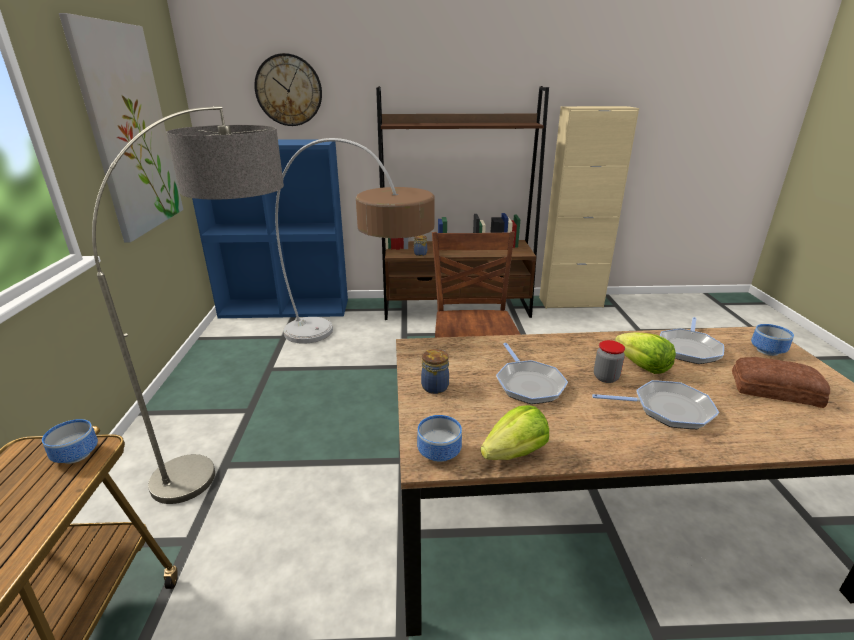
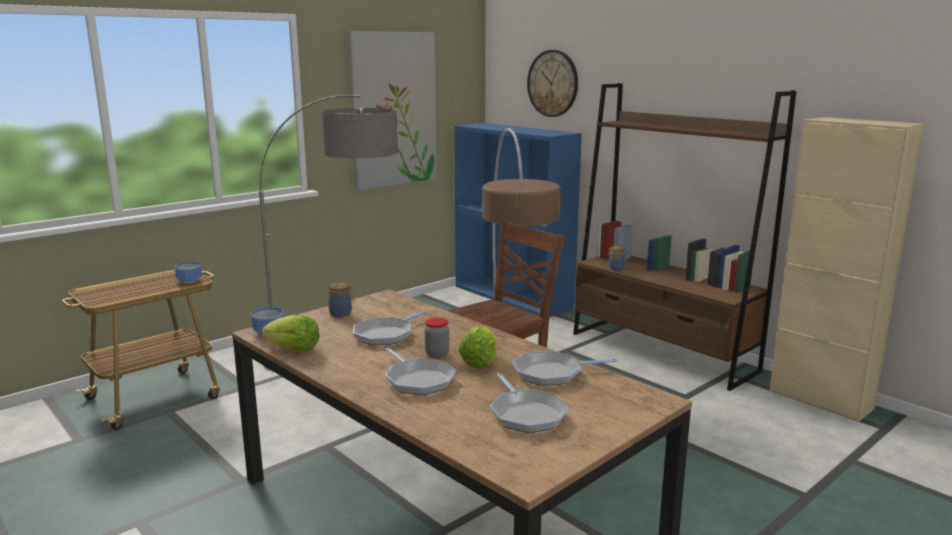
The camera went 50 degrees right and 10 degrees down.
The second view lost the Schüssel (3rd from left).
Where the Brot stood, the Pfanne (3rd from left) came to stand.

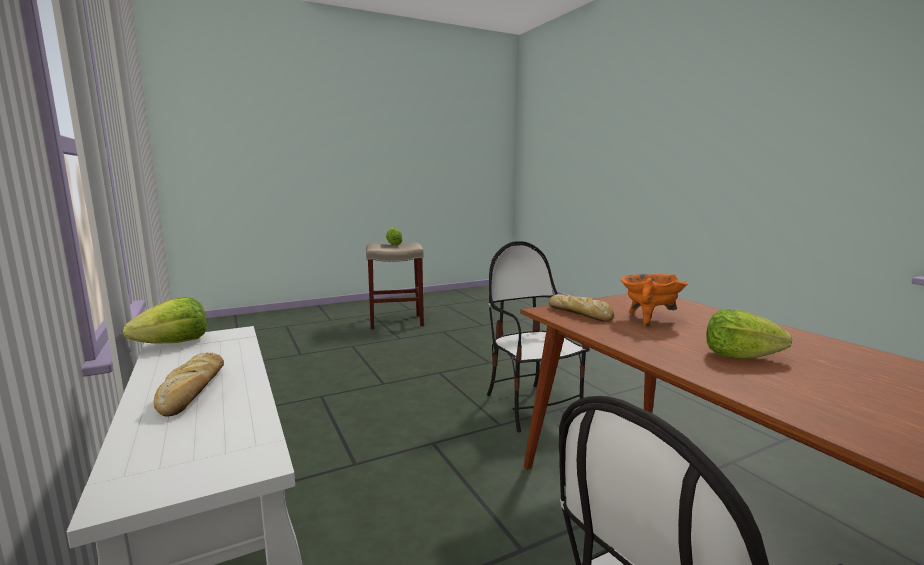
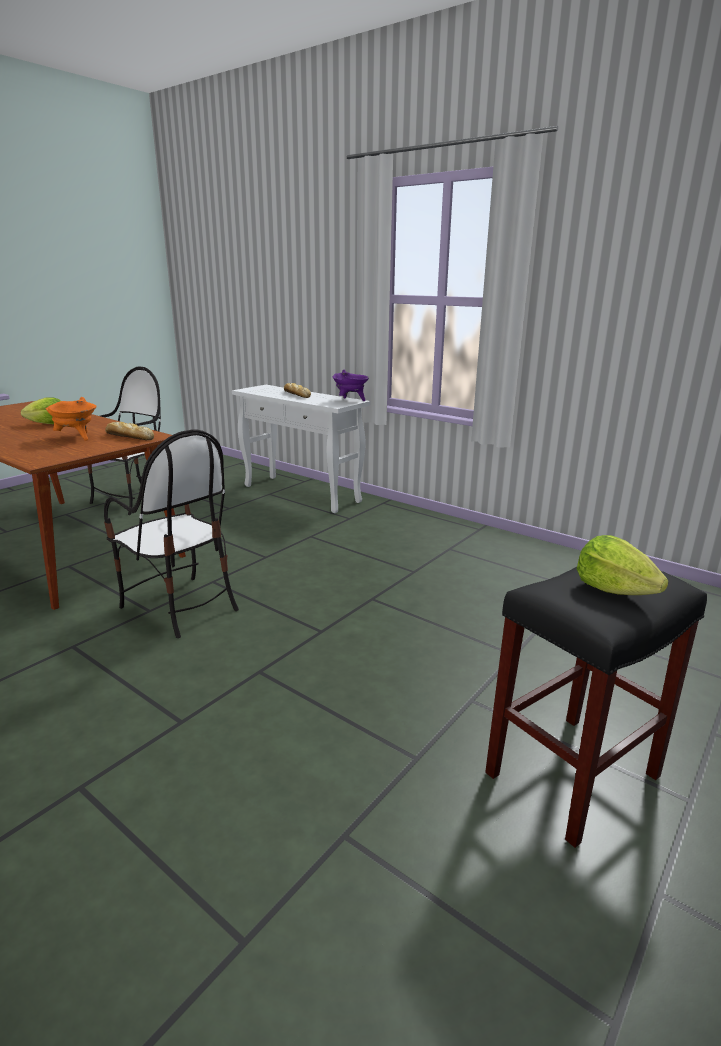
The camera went 155 degrees right and 10 degrees up.
Where the Salatkopf (1st from left) stood, the Kochtopf (lila) came to stand.
What was the Hocker (beige) turned into the Hocker (schwarz).

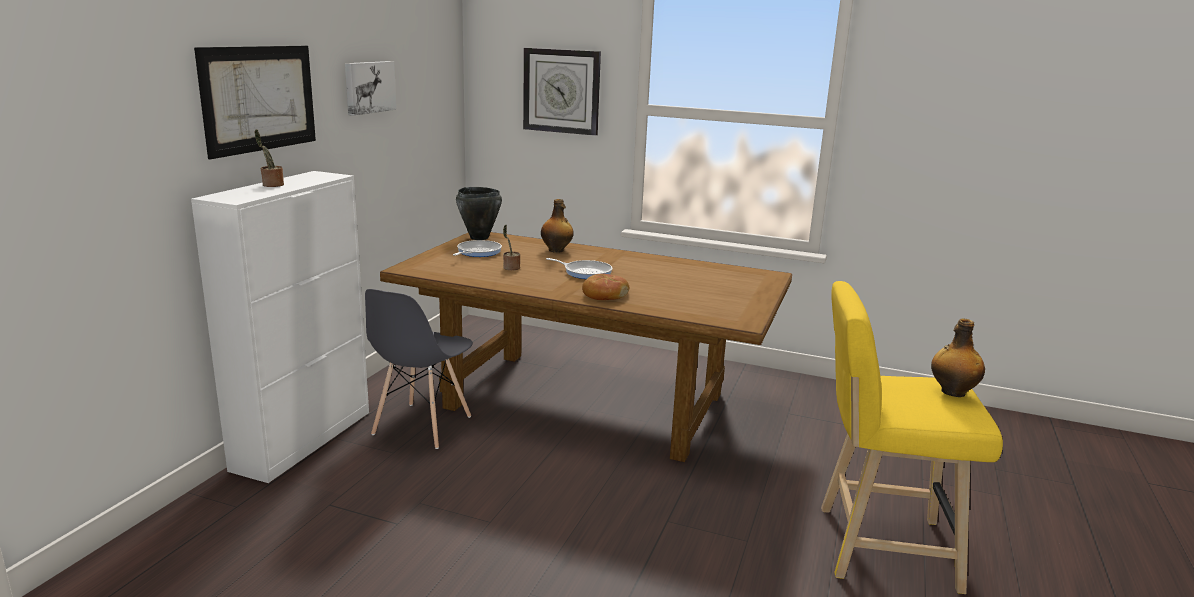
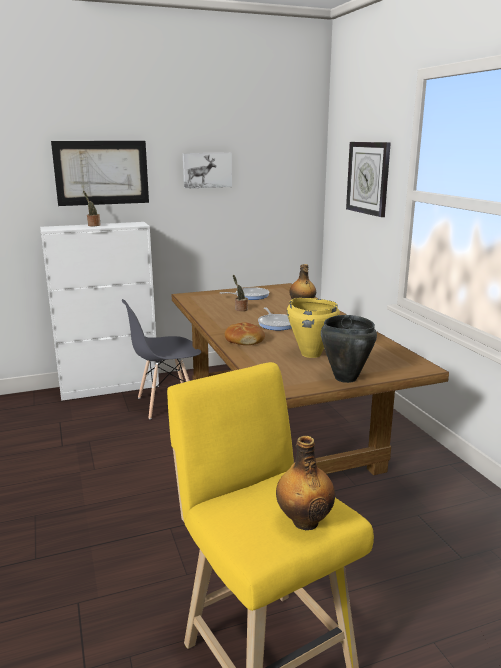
The camera went 50 degrees right and 0 degrees up.
The second view gained the Kochtopf (gelb).
The Kochtopf (schwarz) ended up elsewhere.

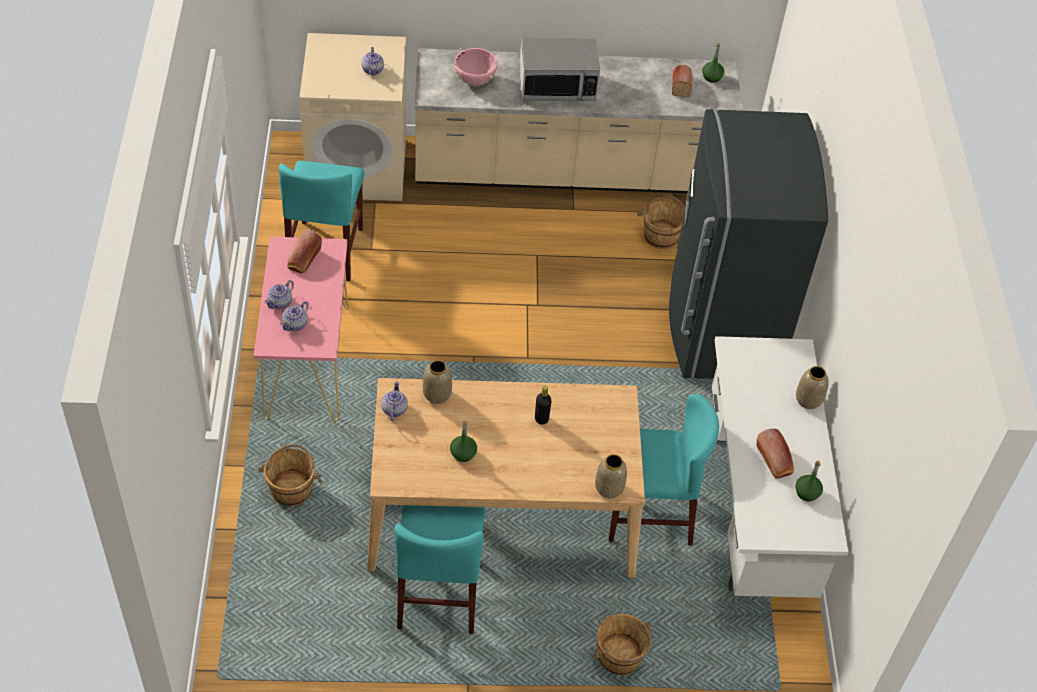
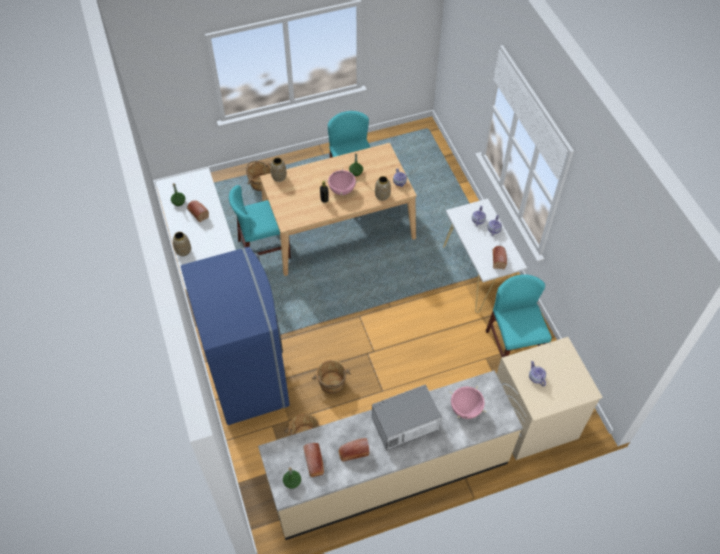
The camera went 165 degrees right and 5 degrees up.
The second view gained the Kochtopf (rosa) (1st from left).
The second view gained the Brot (3rd from left).
The Eimer (braun) (1st from left in the first image) ended up elsewhere.
What was the Konsolentisch (rosa) turned into the Konsolentisch (weiß).
What was the Kühlschrank (grau) turned into the Kühlschrank (blau).

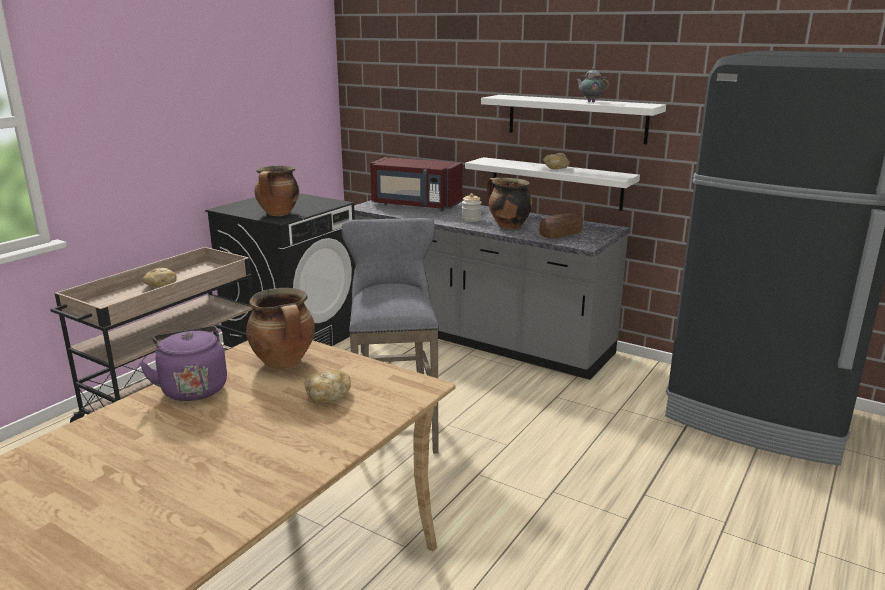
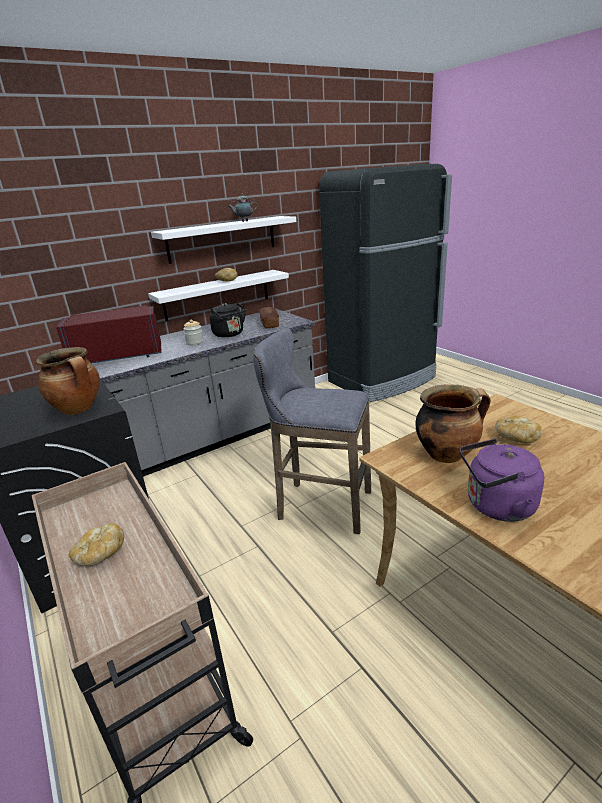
The camera went 65 degrees left and 5 degrees up.
Where the Kochtopf (3rd from left) stood, the Wasserkessel (schwarz) came to stand.
The Mikrowelle (rot) ended up facing another way, 150 degrees counterclockwise from before.

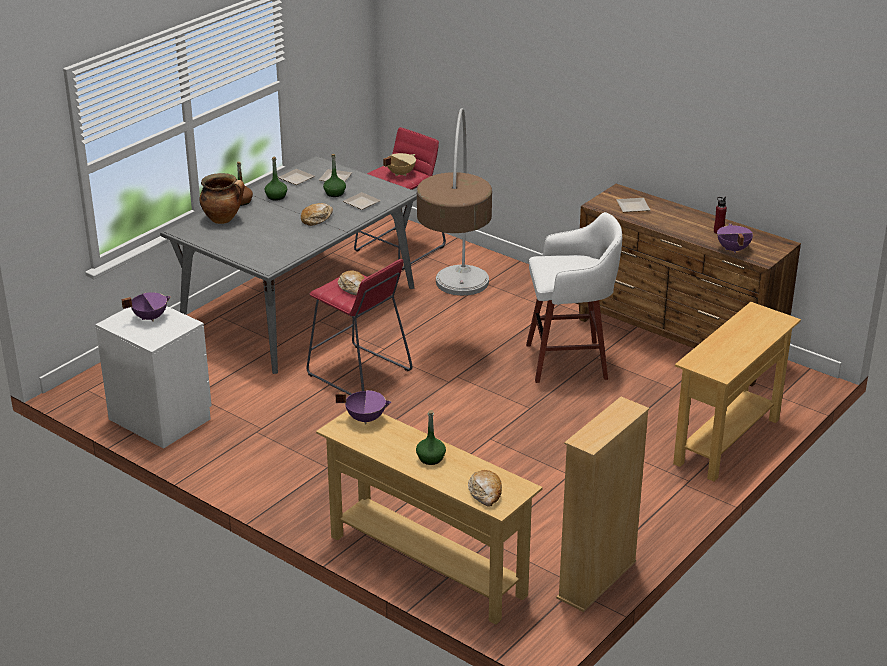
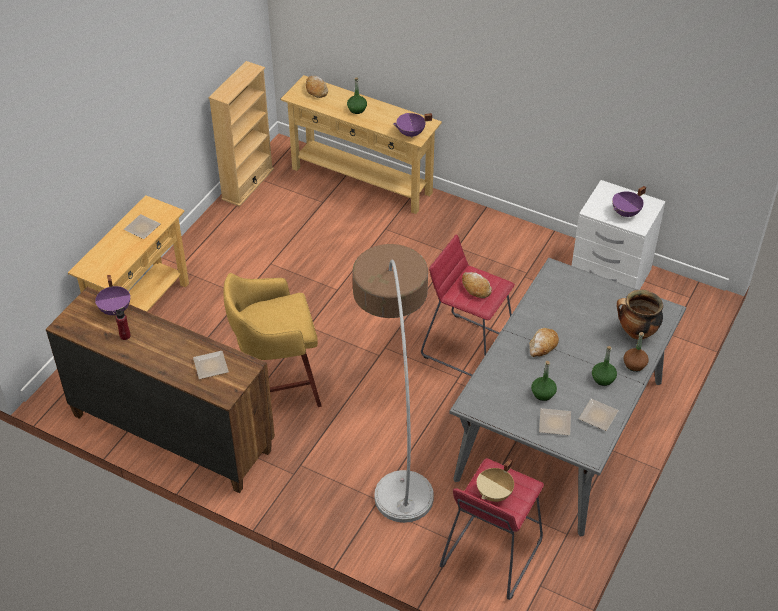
The camera went 170 degrees right and 15 degrees up.
The Teller (3rd from left in the first image) ended up elsewhere.
What was the Hocker (weiß) turned into the Hocker (gelb).

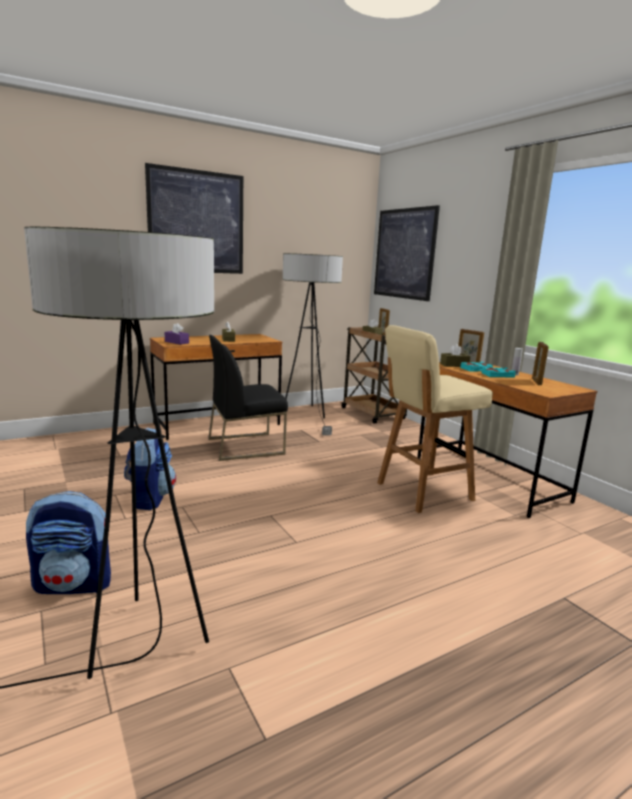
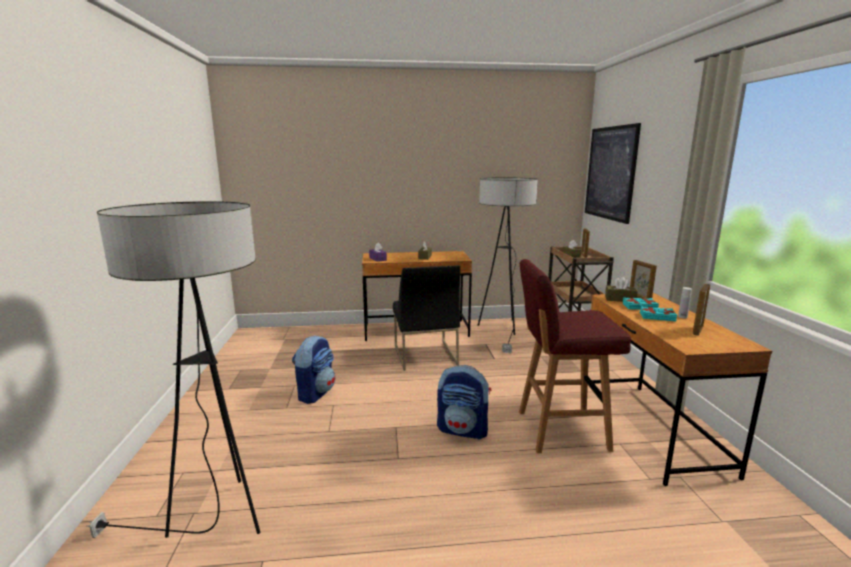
The camera went 25 degrees right and 0 degrees up.
The second view lost the Bild (1st from left).
The Rucksack (1st from left in the first image) ended up elsewhere.
What was the Hocker (beige) turned into the Hocker (rot).
The Stuhl (schwarz) ended up facing another way, 105 degrees counterclockwise from before.

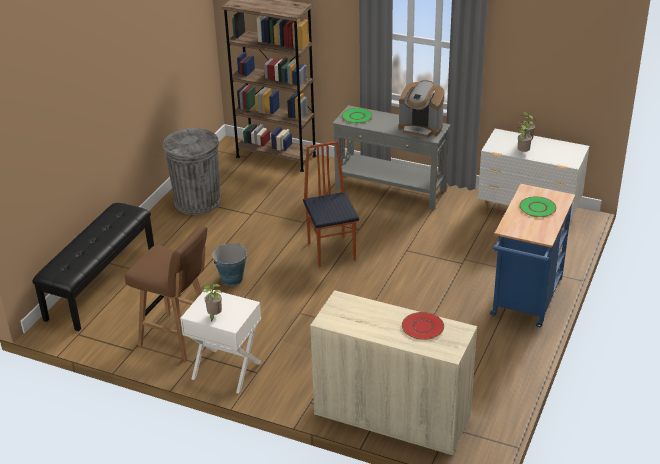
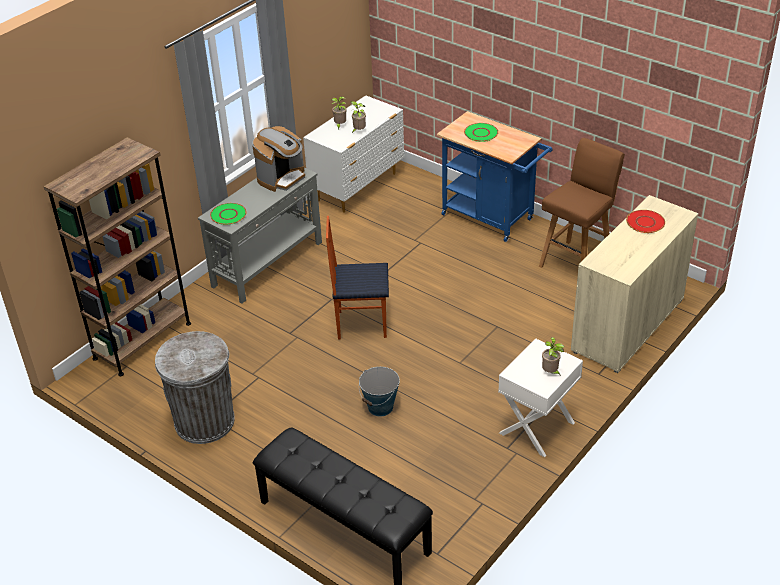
The camera went 75 degrees left and 5 degrees up.
The Hocker (braun) ended up elsewhere.

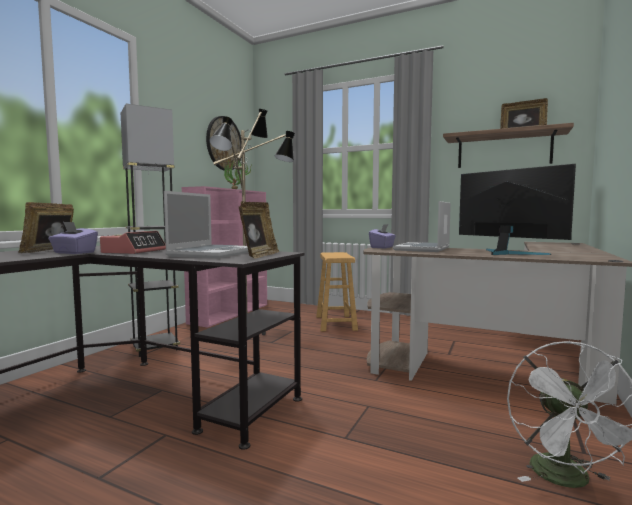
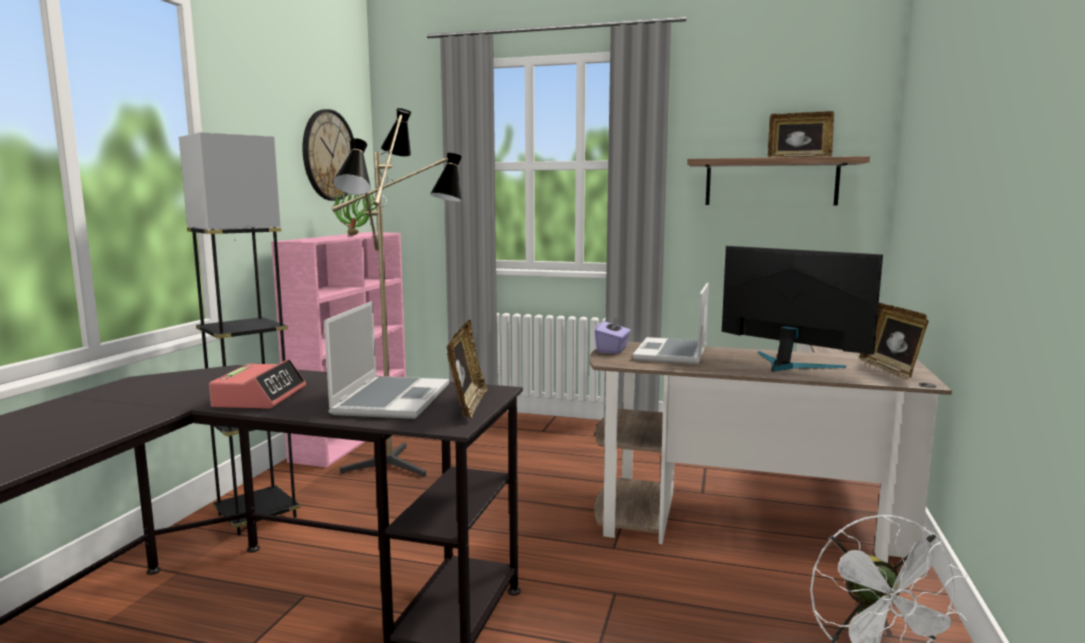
The camera went 10 degrees left and 5 degrees up.
The second view lost the Taschentuchbox (lila) (1st from left).
The second view lost the Hocker (braun).
The Bilderrahmen (1st from left in the first image) ended up elsewhere.

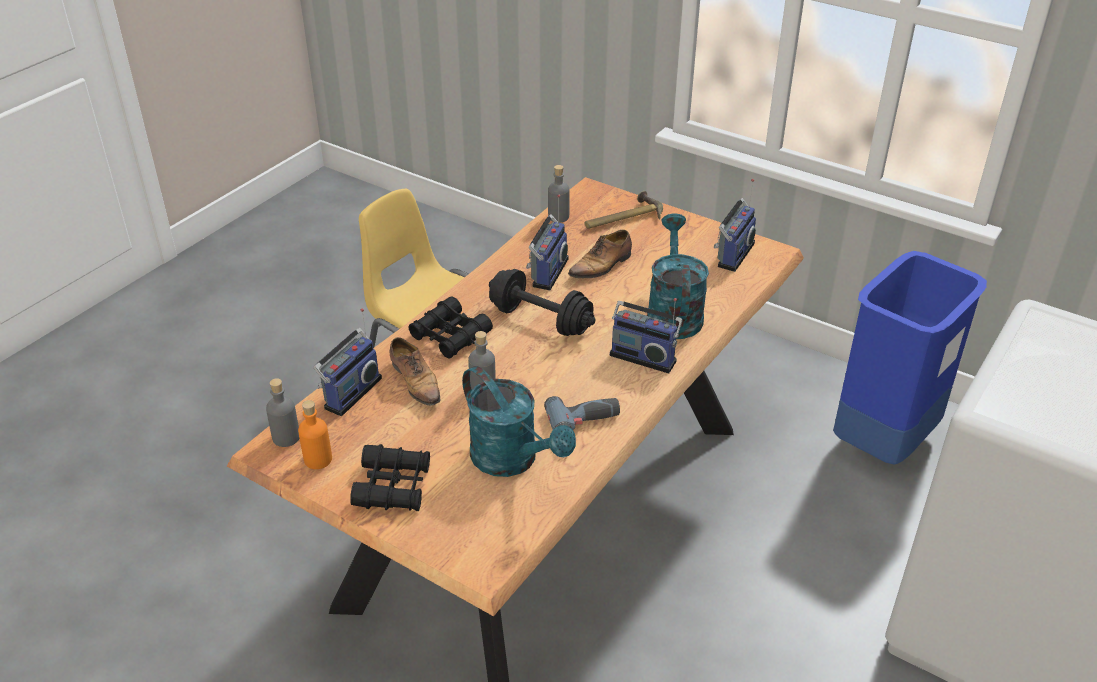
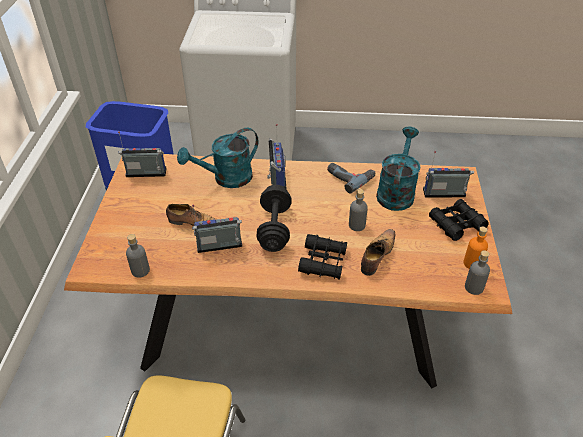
The camera went 120 degrees left and 5 degrees up.
The second view lost the Hammer.
The Radio (1st from left in the first image) ended up elsewhere.

